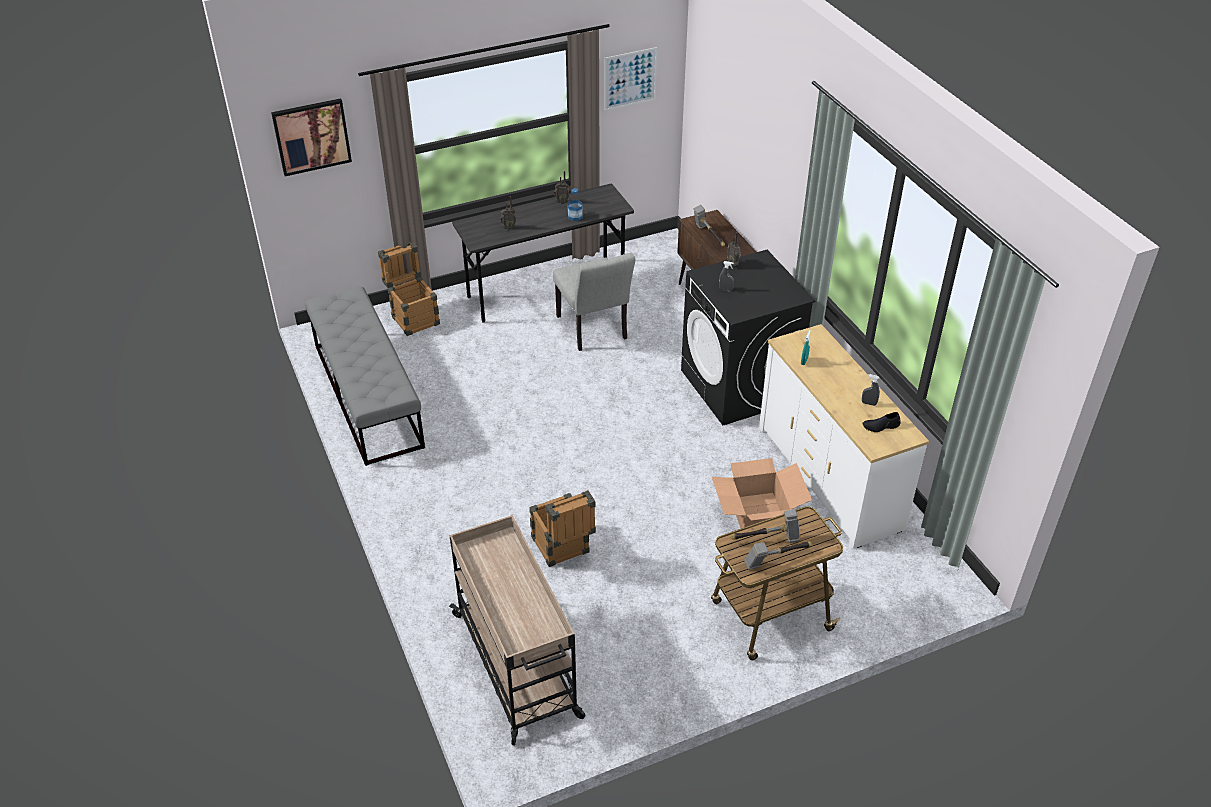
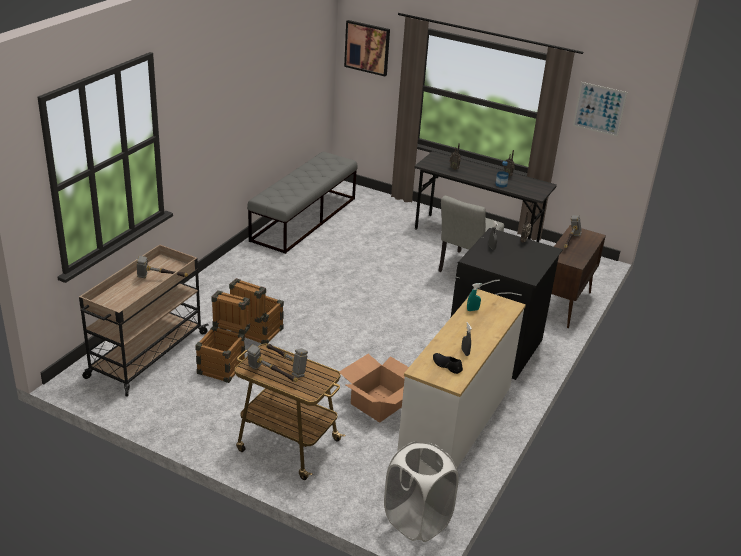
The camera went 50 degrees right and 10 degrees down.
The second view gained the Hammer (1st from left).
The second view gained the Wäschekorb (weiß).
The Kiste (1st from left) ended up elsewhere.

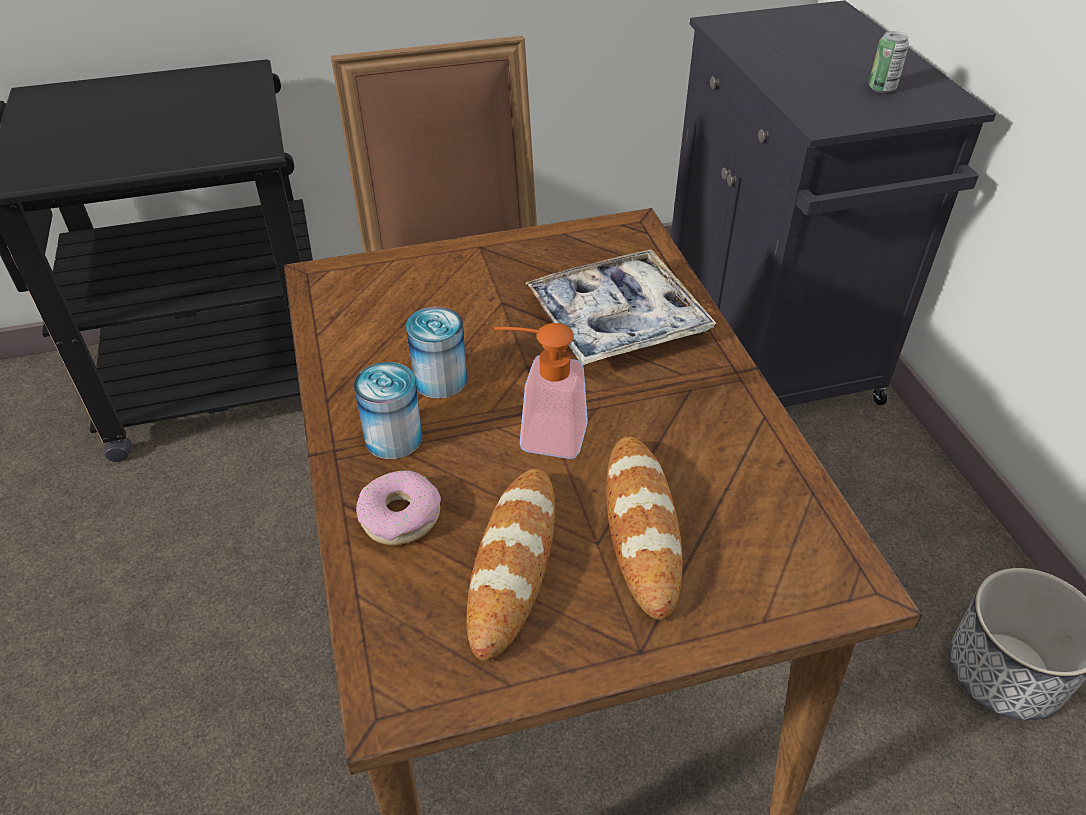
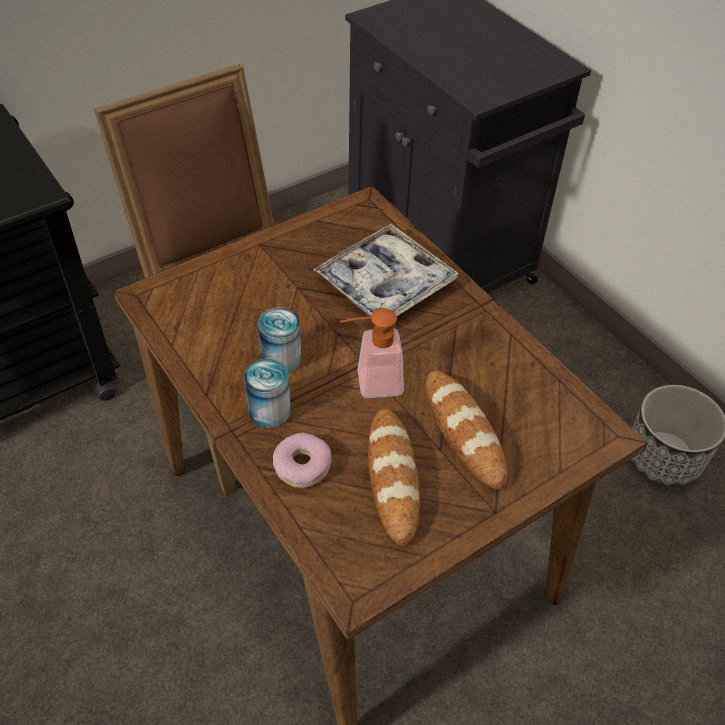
The camera went 20 degrees left and 5 degrees up.
The second view lost the Dose (3rd from left).

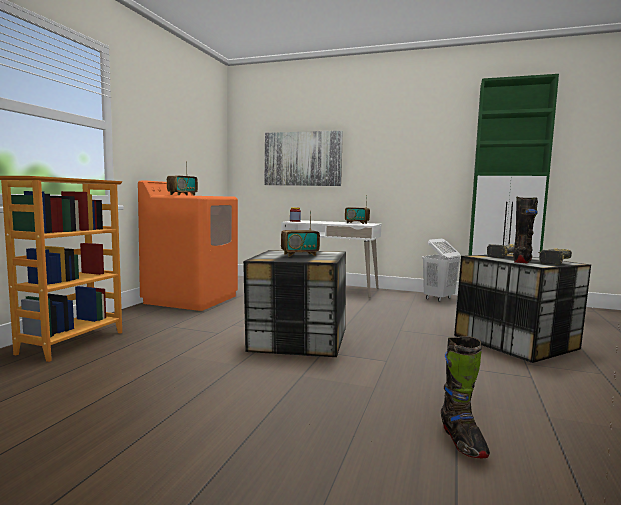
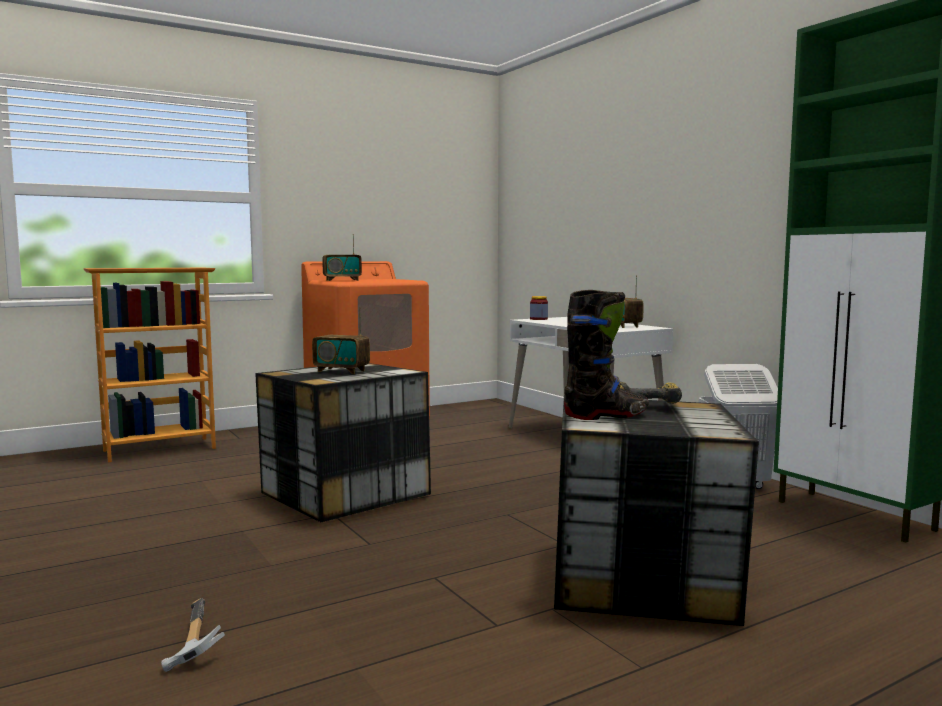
The camera went 40 degrees right and 0 degrees up.
The second view lost the Bild.
The second view lost the Bohrmaschine (2nd from left).
Where the Stiefel (schwarz) (1st from left) stood, the Hammer came to stand.

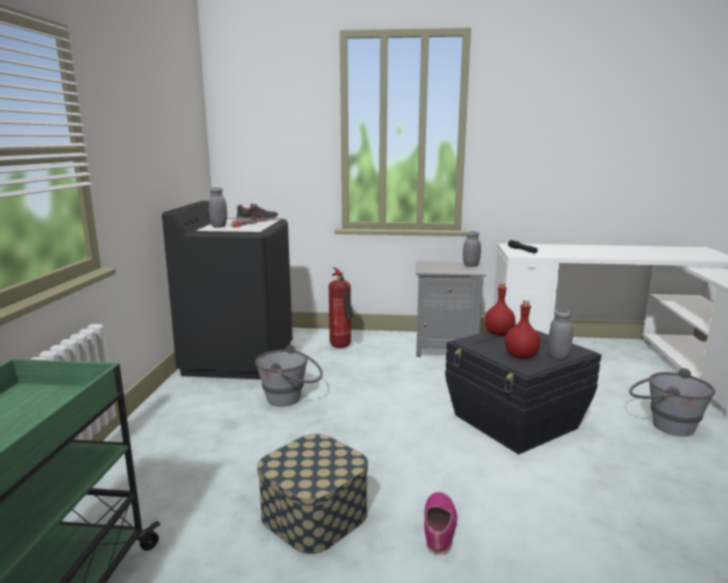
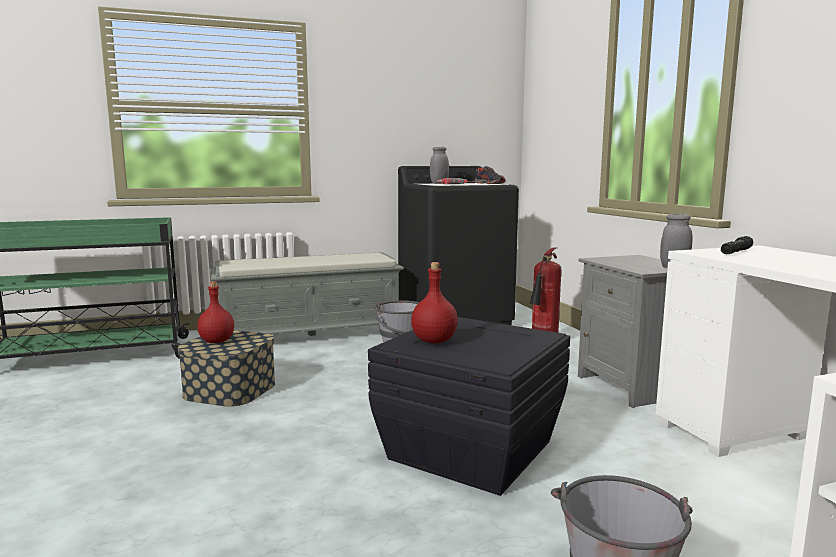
The camera went 65 degrees right and 5 degrees down.
The second view lost the Schuh (2nd from left).
The second view lost the Vorratsglas (grau) (3rd from left).
The second view gained the Bank (grau).
The Flasche (rot) (1st from left) ended up elsewhere.

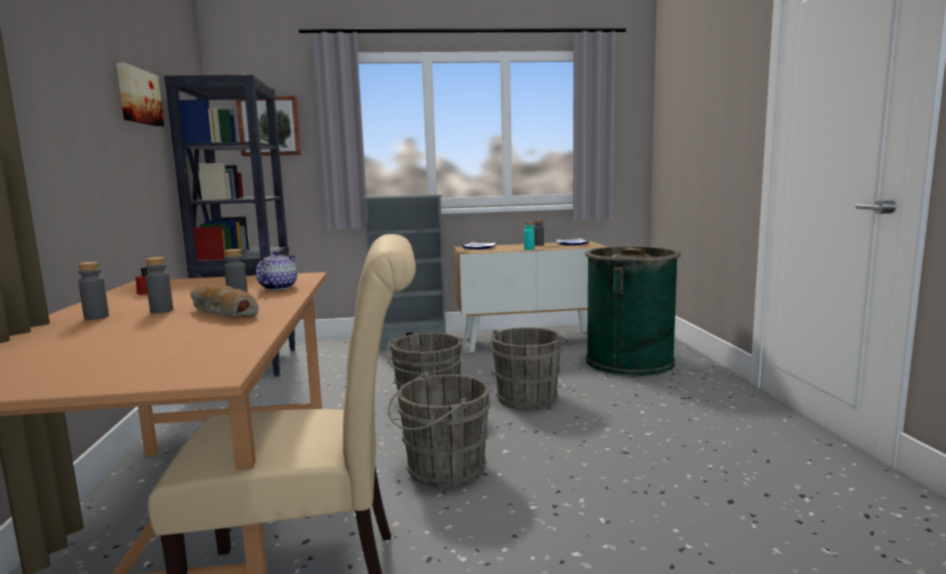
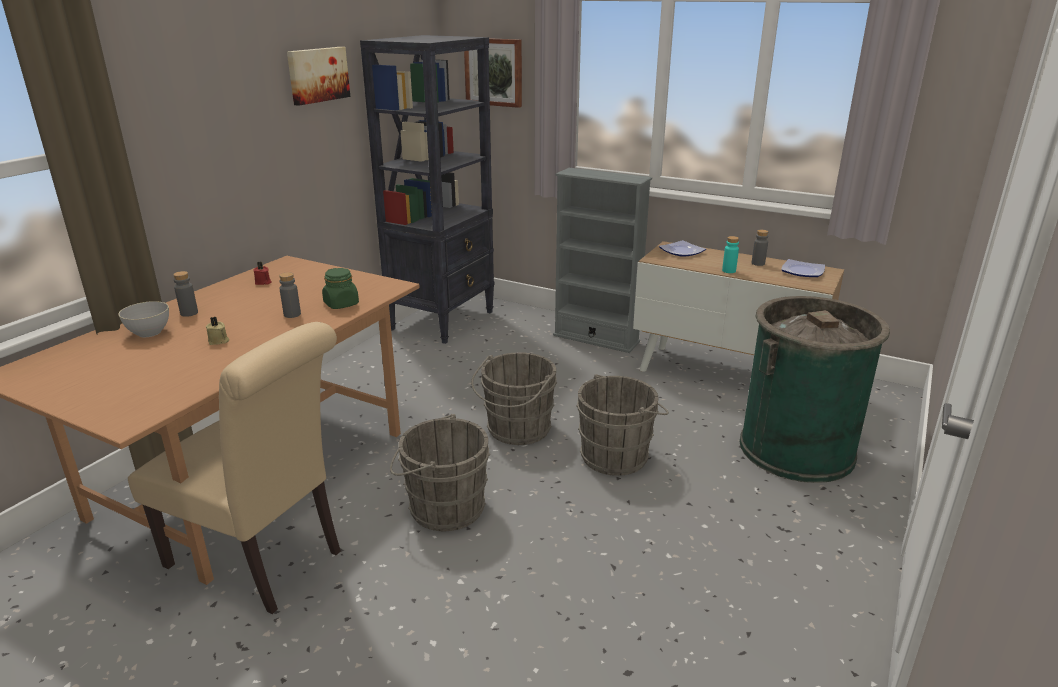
The camera went 35 degrees right and 15 degrees up.
The second view lost the Flasche (grau) (2nd from left).
The second view lost the Brot.
The second view gained the Schüssel (grau).
The second view gained the Kerze (beige).
Where the Teekanne stood, the Vorratsglas (grün) came to stand.

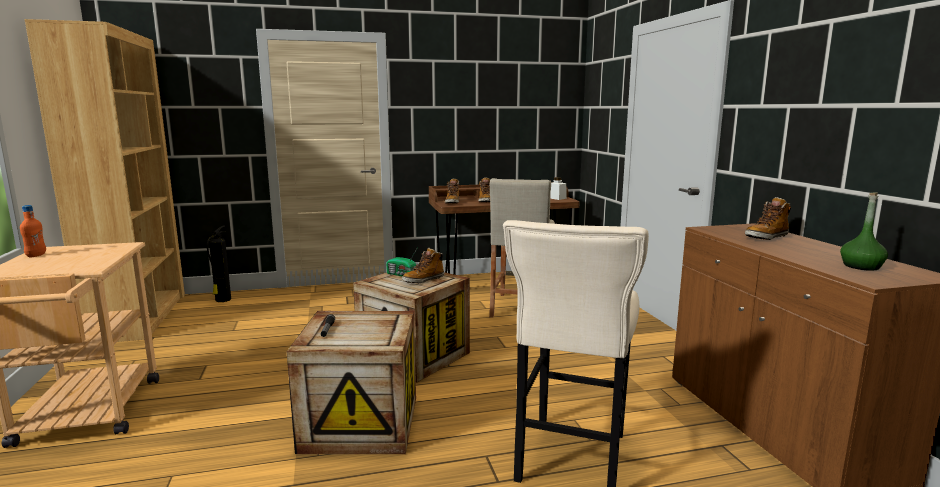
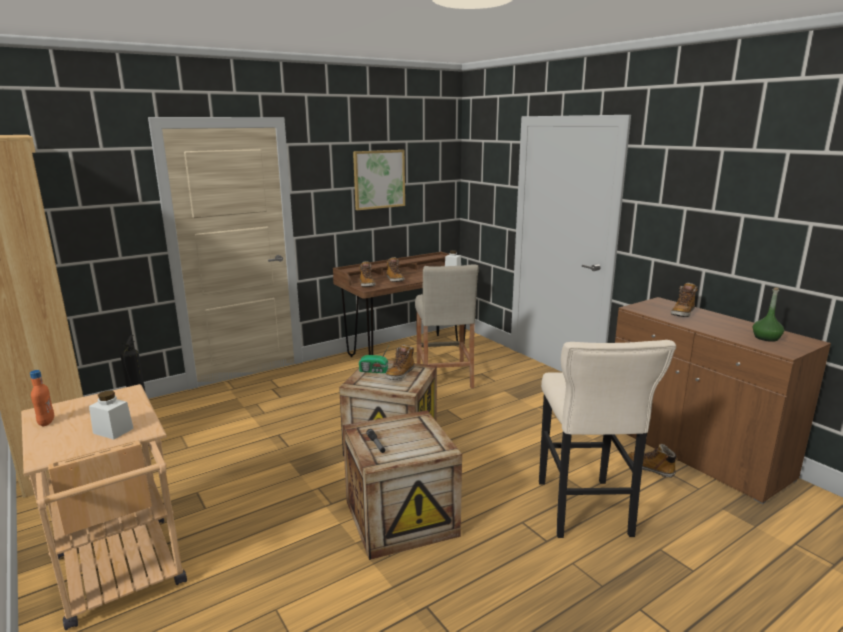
The camera went 20 degrees left and 5 degrees up.
The second view gained the Vorratsglas (weiß) (1st from left).
The second view gained the Bild.
The second view gained the Stiefel (4th from left).

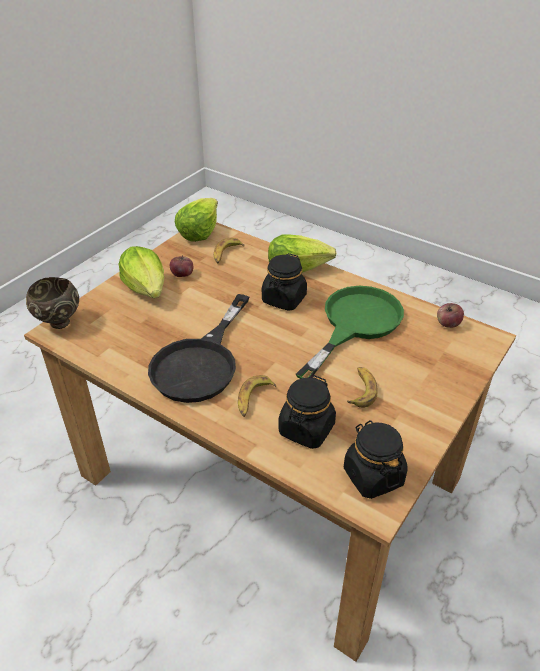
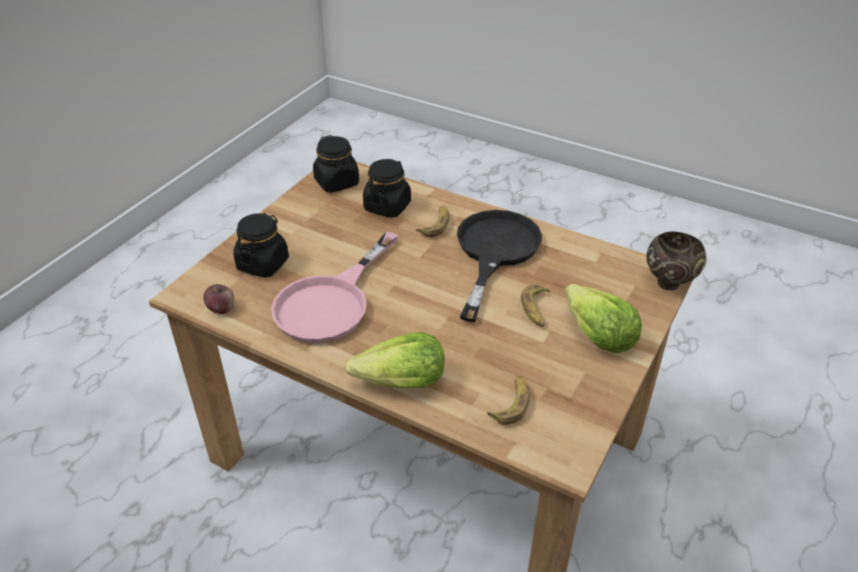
The camera went 175 degrees right and 0 degrees up.
The second view lost the Apfel (1st from left).
The second view lost the Salatkopf (2nd from left).
The Vorratsglas (schwarz) (1st from left) ended up elsewhere.
The Banane (3rd from left) ended up elsewhere.
What was the Pfanne (grün) turned into the Pfanne (rosa).

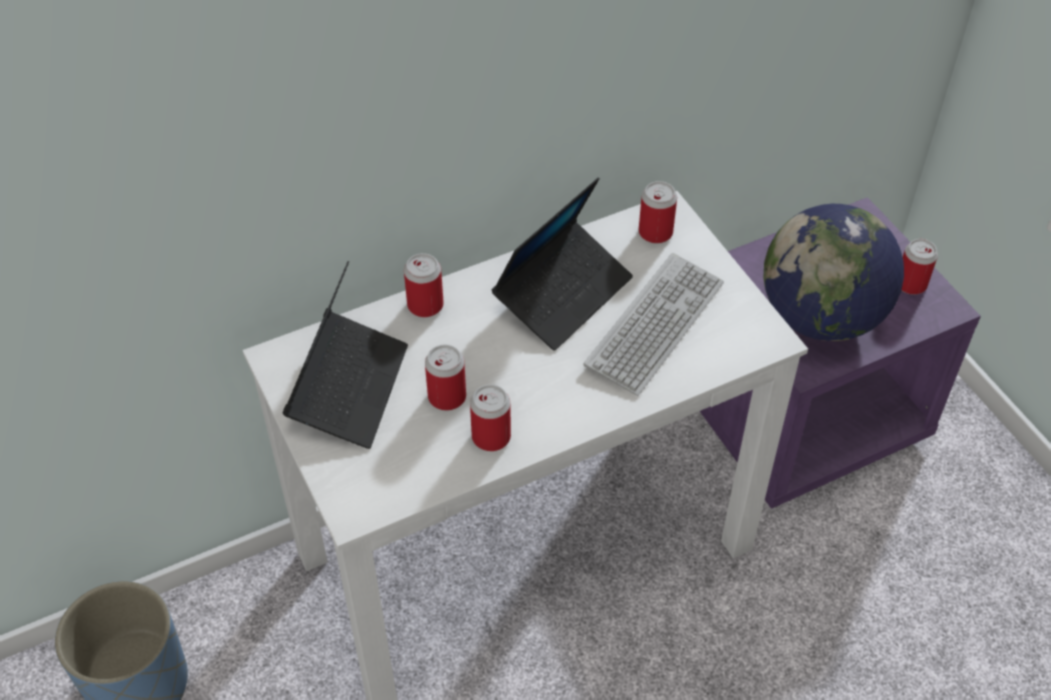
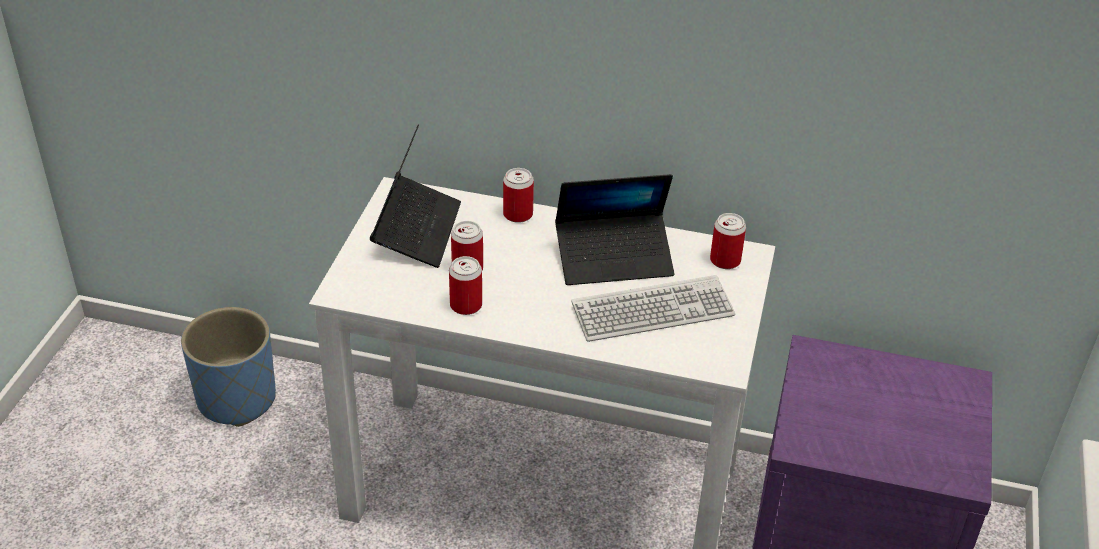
The camera went 40 degrees right and 10 degrees down.
The second view lost the Globus.
The second view lost the Dose (5th from left).
The Laptop (1st from left) ended up facing another way, 45 degrees counterclockwise from before.

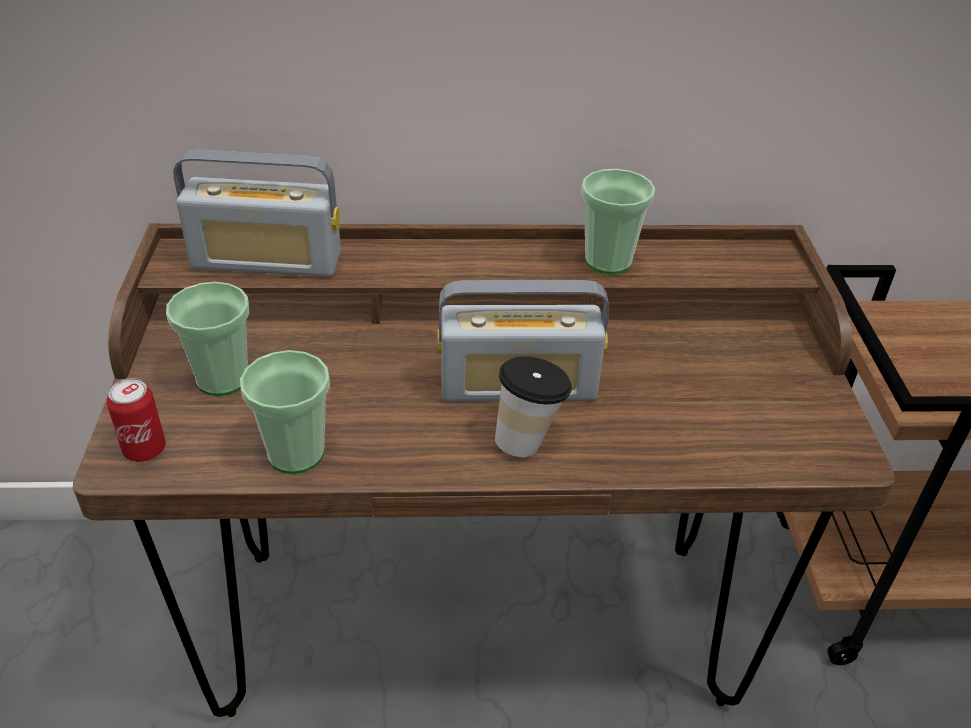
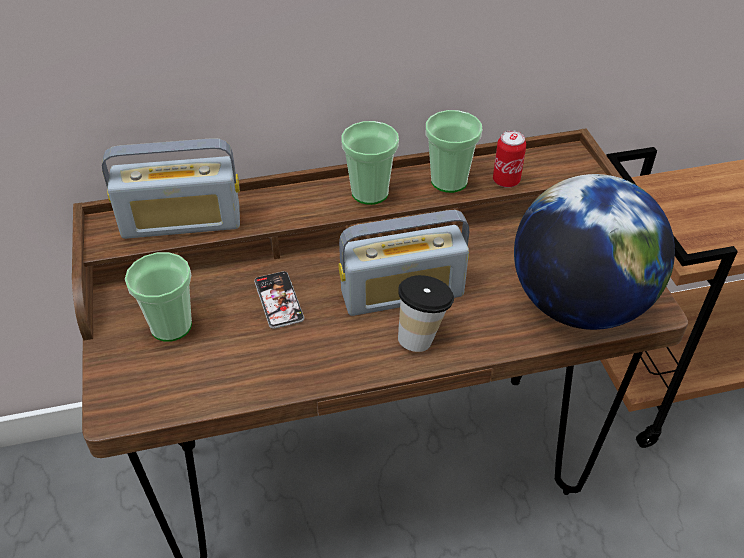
The camera went 10 degrees left and 5 degrees up.
The second view gained the Handy.
The second view gained the Globus.
The Dose ended up elsewhere.
The Tasse (2nd from left) ended up elsewhere.

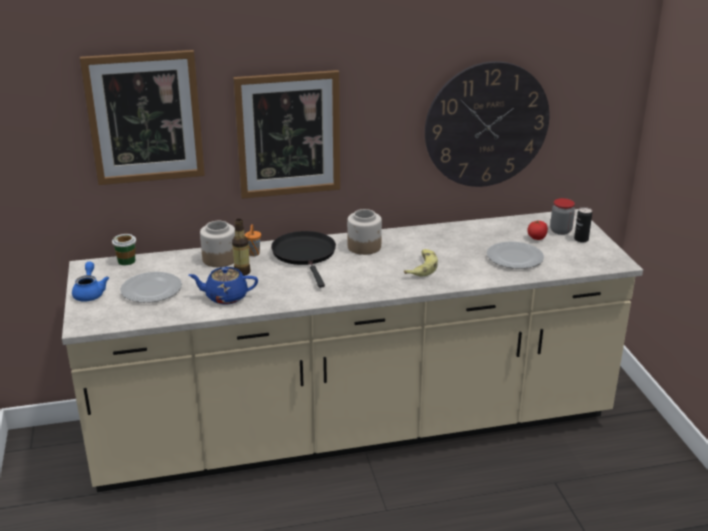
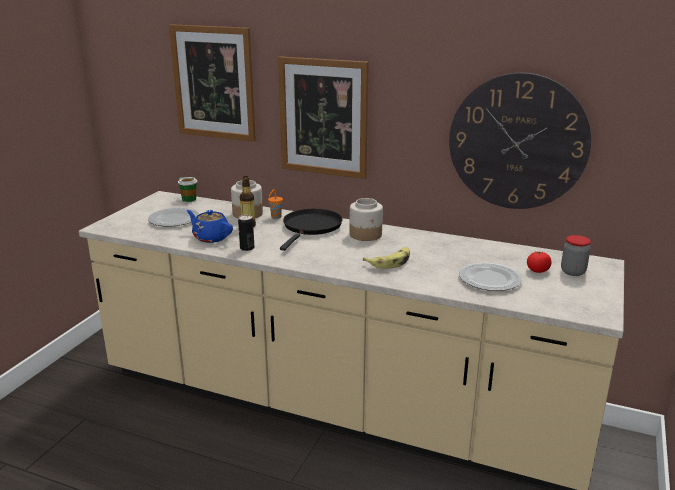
The camera went 35 degrees right and 5 degrees down.
The second view lost the Teekanne (blau) (1st from left).
The Dose ended up elsewhere.

